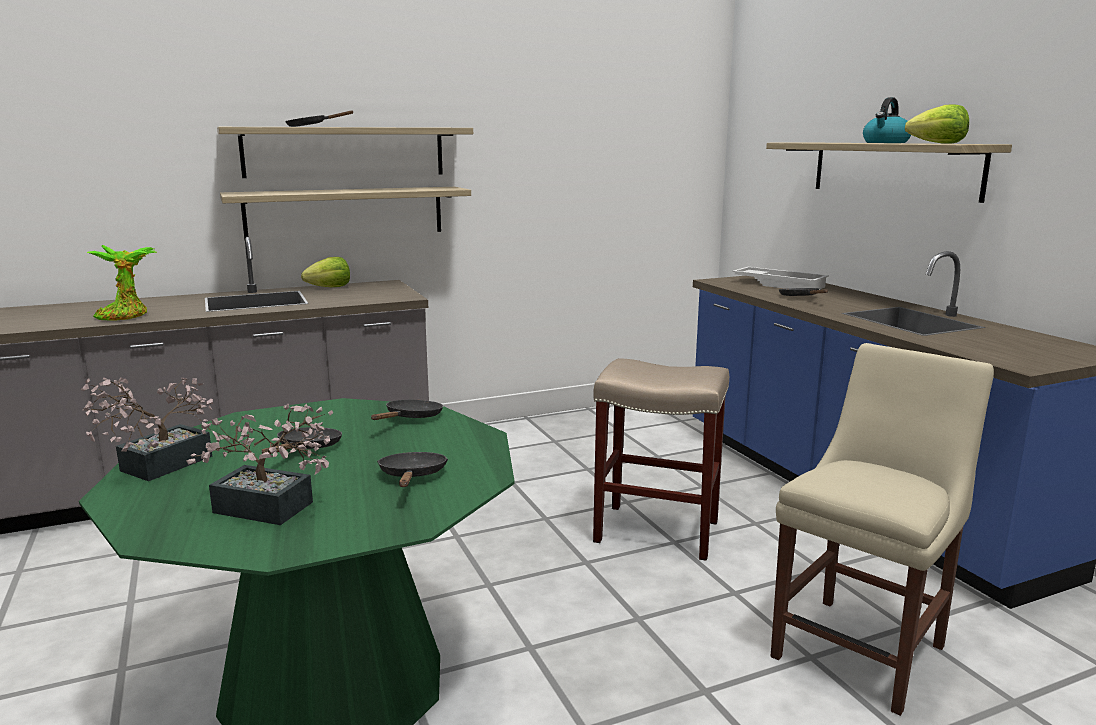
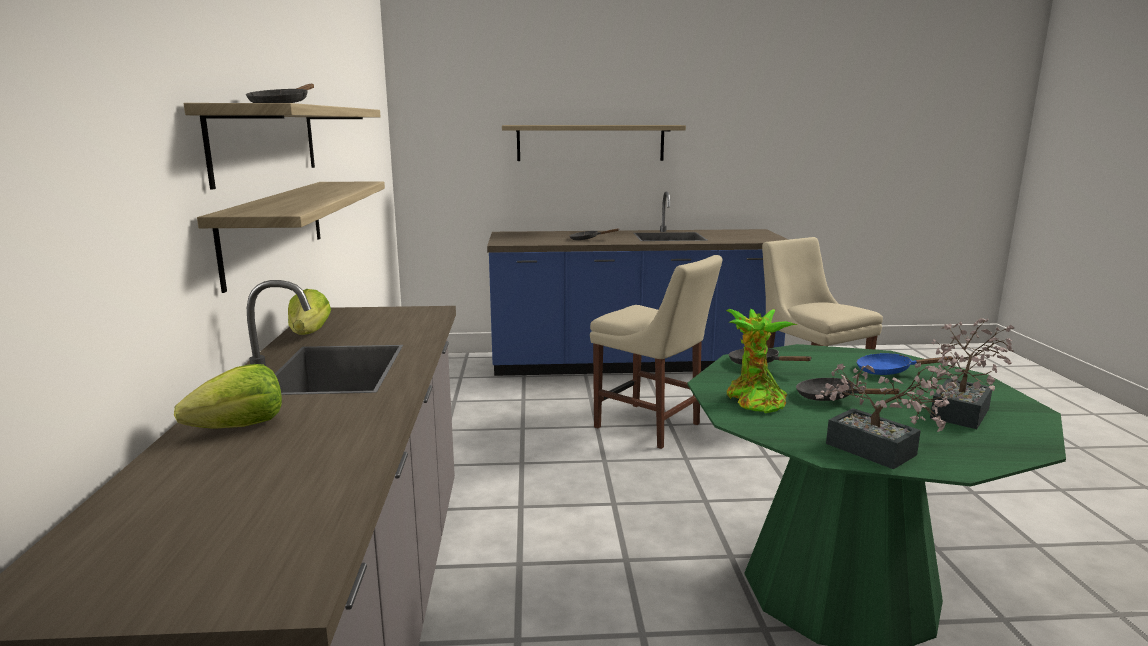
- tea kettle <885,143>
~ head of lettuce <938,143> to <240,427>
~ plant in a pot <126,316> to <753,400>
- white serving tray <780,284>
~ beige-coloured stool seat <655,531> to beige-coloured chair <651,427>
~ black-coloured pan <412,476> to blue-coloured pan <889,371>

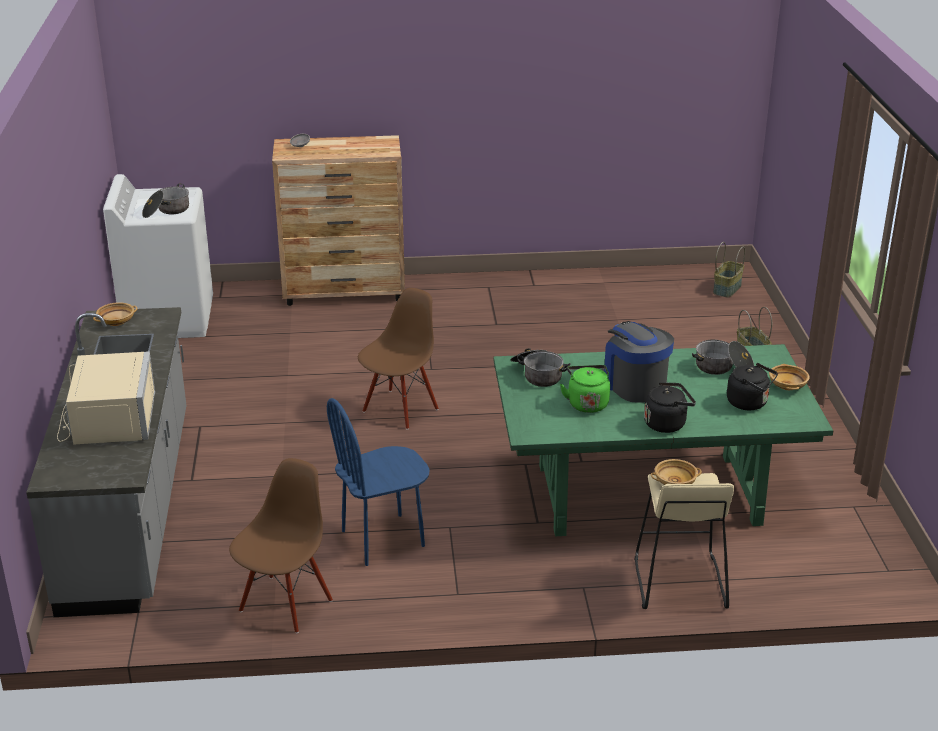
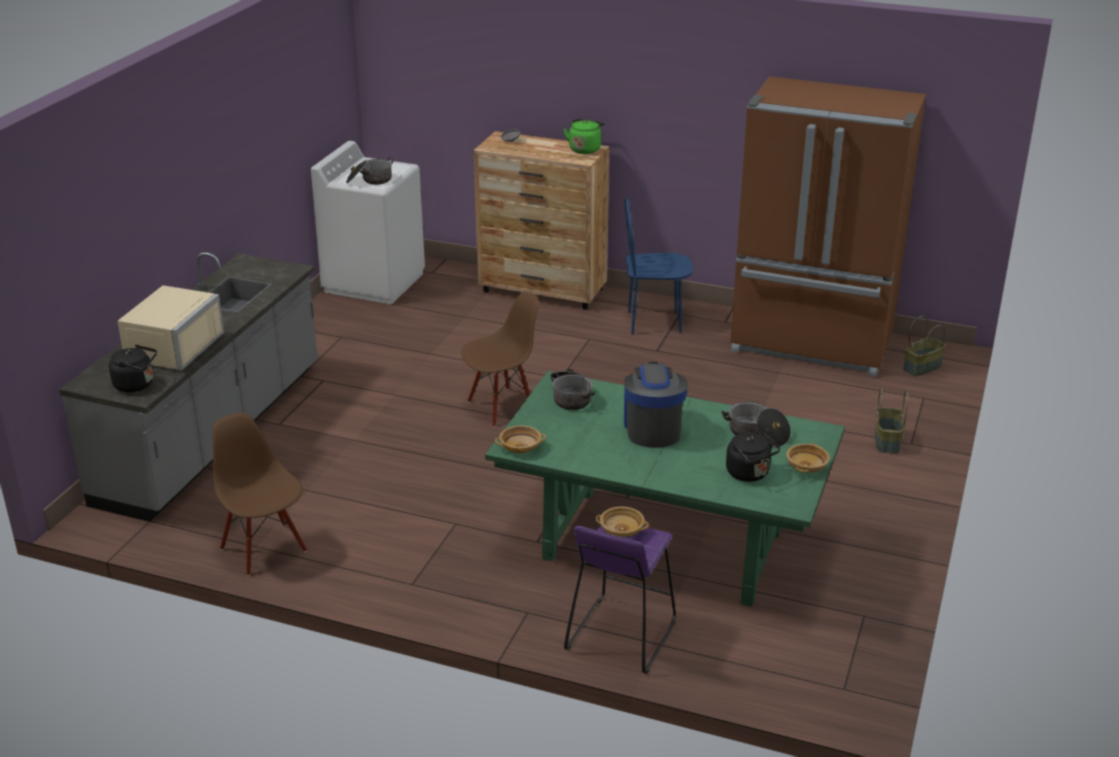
~ beige-coloured bowl <117,321> to <521,447>
~ greenish tea kettle <587,403> to <585,149>
~ black-coloured tea kettle <667,423> to <137,385>
~ blue-coloured chair <383,539> to <654,322>
~ brownish chair <285,604> = <264,549> 90 degrees counterclockwise
~ beige-coloured stool seat <678,582> to purple-coloured stool seat <620,635>
+ brownish kitchen fridge <811,344>

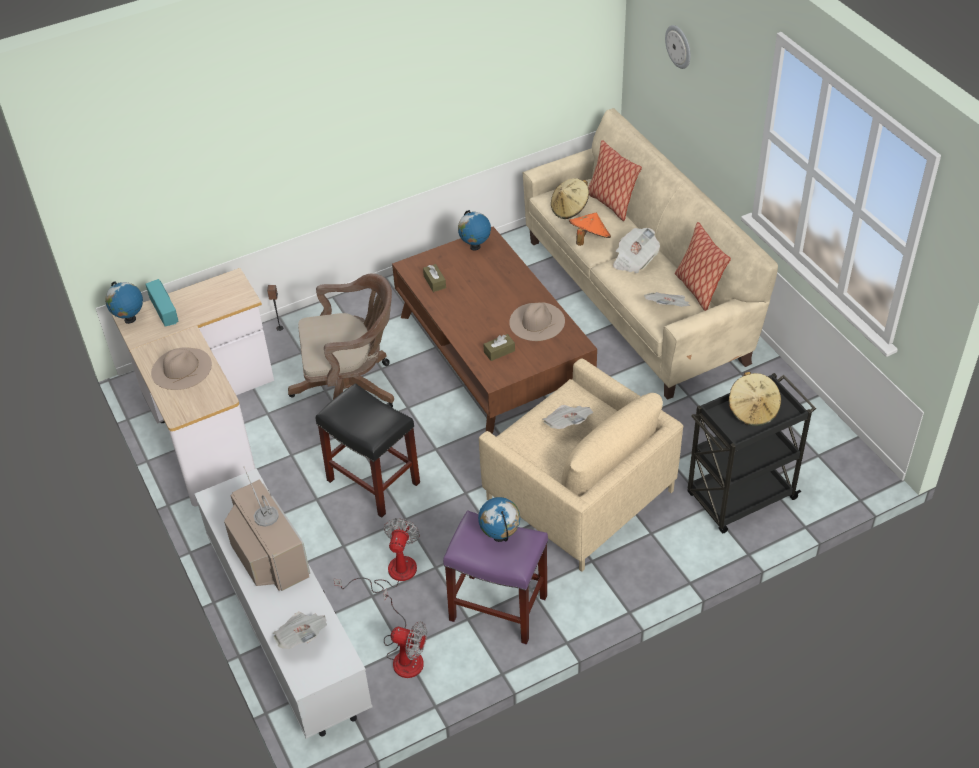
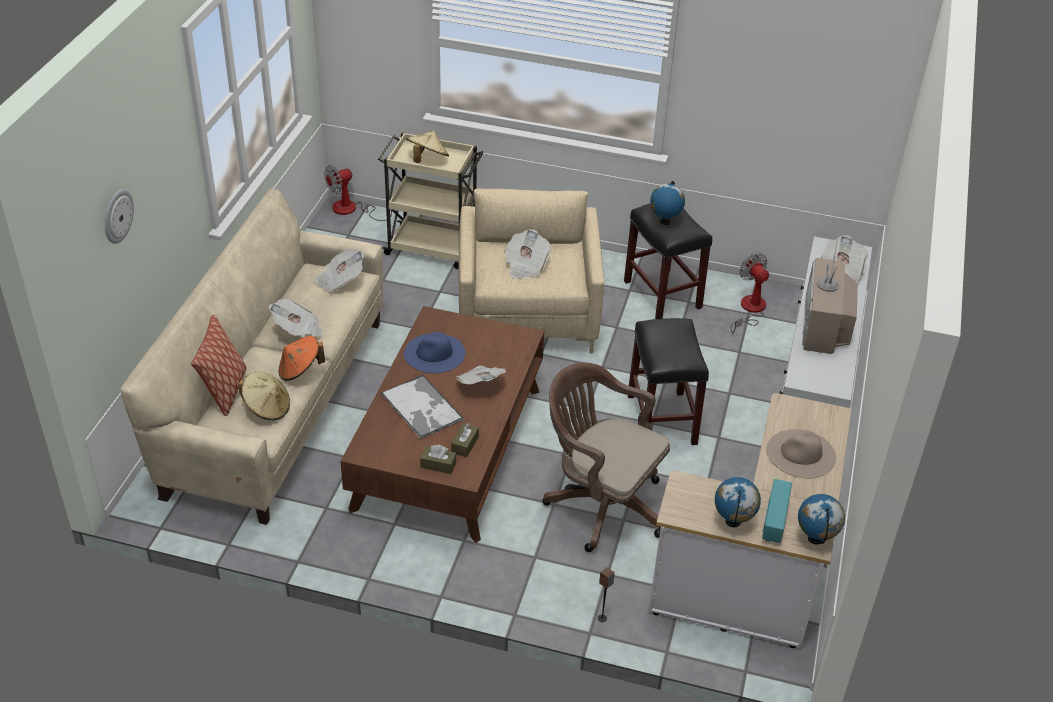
~ world globe <475,247> to <733,522>
- cushion <698,289>
~ beige-coloured hat <537,321> to blue-coloured hat <434,353>
~ brownish tissue box <499,351> to <438,465>
~ black-coloured cart <739,498> to beige-coloured cart <432,248>
~ purple-coloured stool seat <497,608> to black-coloured stool seat <663,295>
~ cooling fan <391,573> to <352,210>
+ daily paper <480,384>
+ serving tray <422,408>

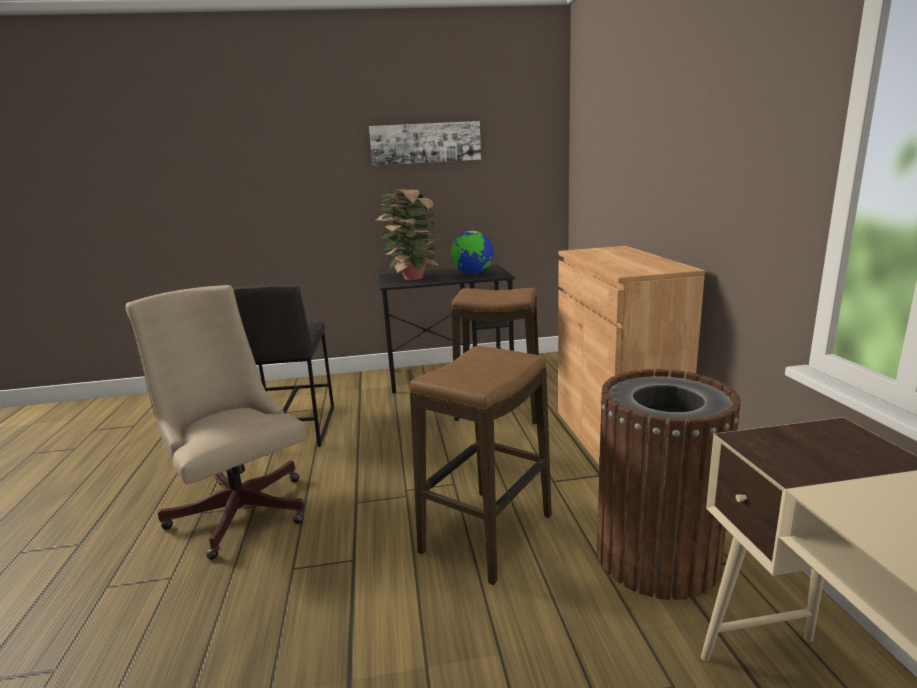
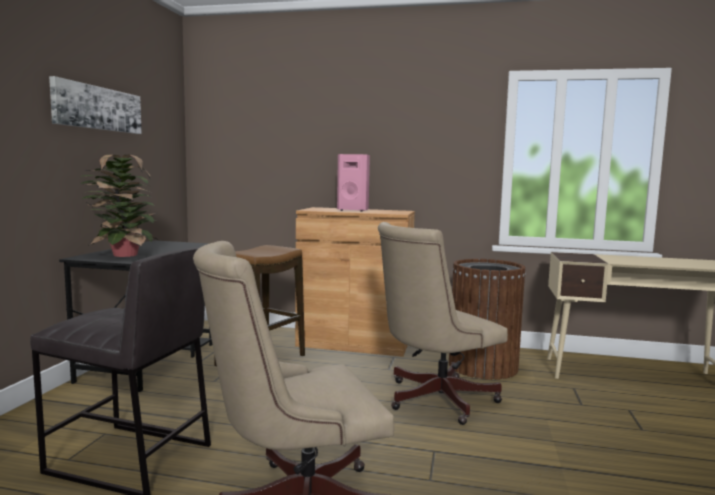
- world globe <473,274>
~ stool seat <487,533> to beige-coloured computer chair <433,400>
+ pinkish loudspeaker <354,210>

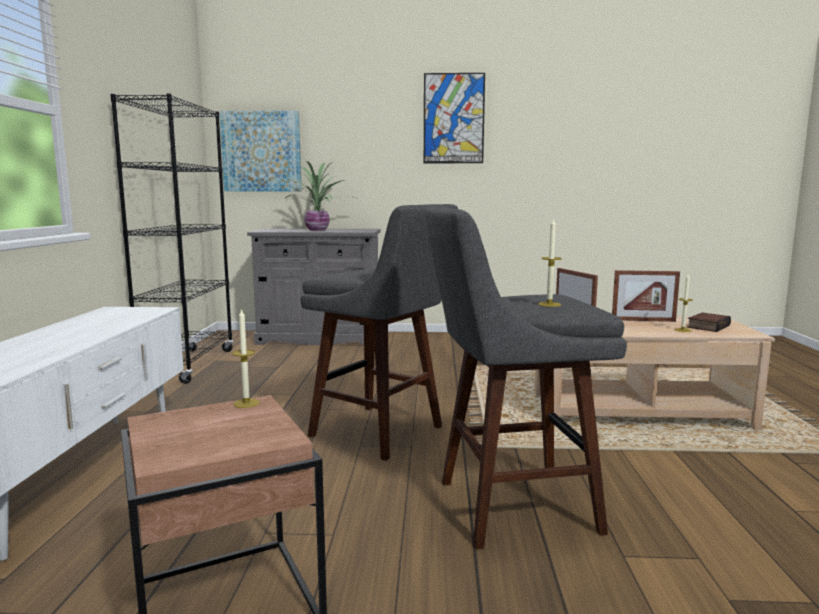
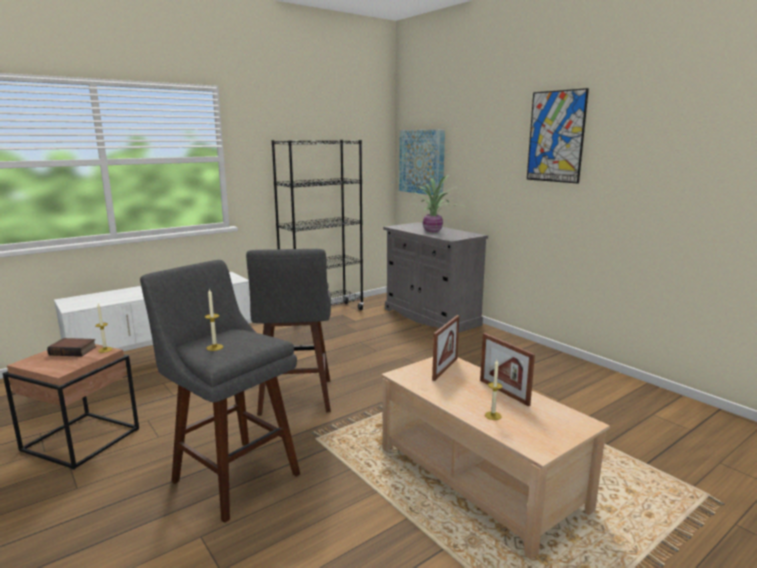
~ book <707,326> to <74,350>

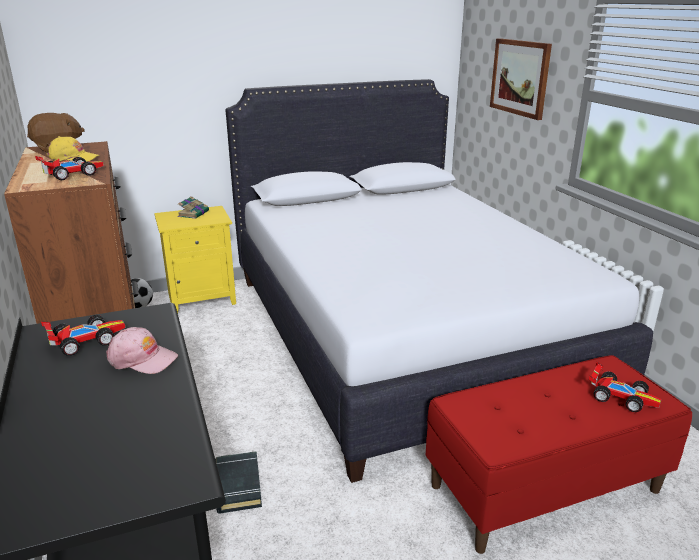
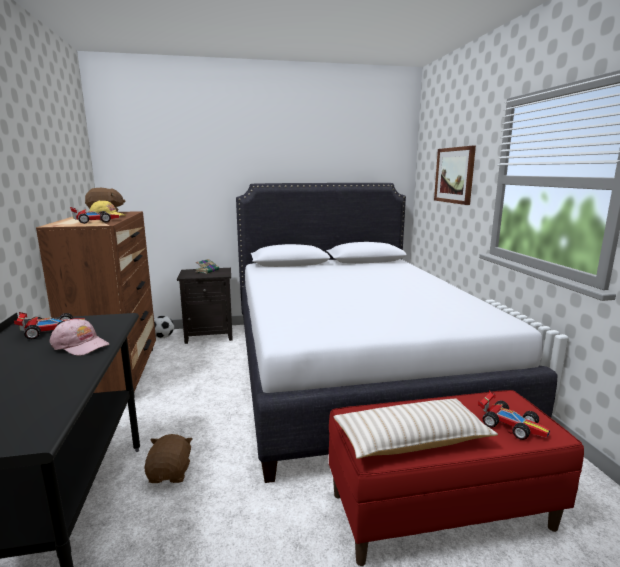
~ yellowish nightstand <202,298> to black-coloured nightstand <210,334>
~ black-coloured book <237,486> to brownish soft toy <170,473>
+ beige-coloured cushion <411,440>

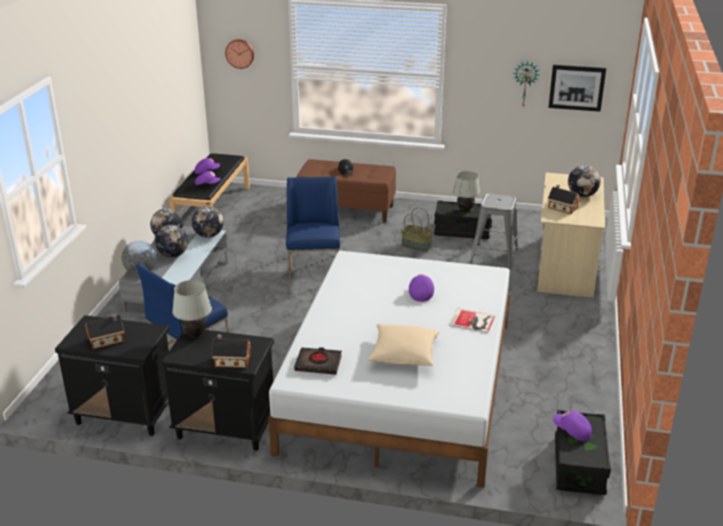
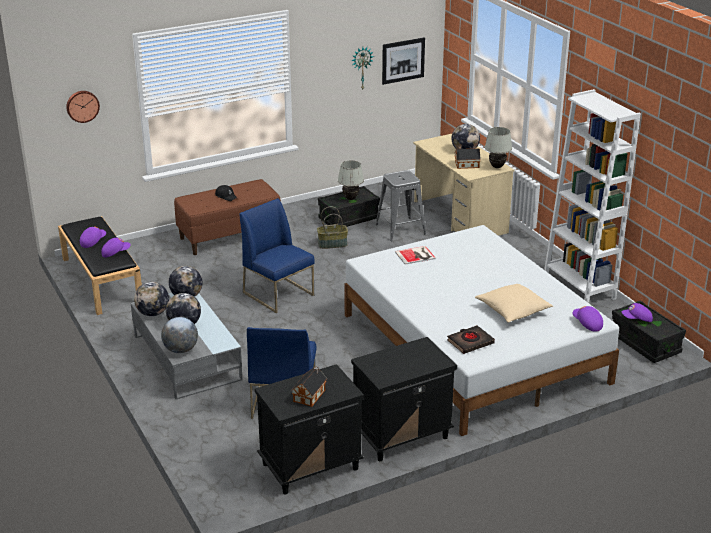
~ purple-coloured cap <420,293> to <587,324>
~ white lamp for a table <194,334> to <497,167>
~ book <473,321> to <416,255>
- toy house <231,360>
+ white bookshelf <579,288>

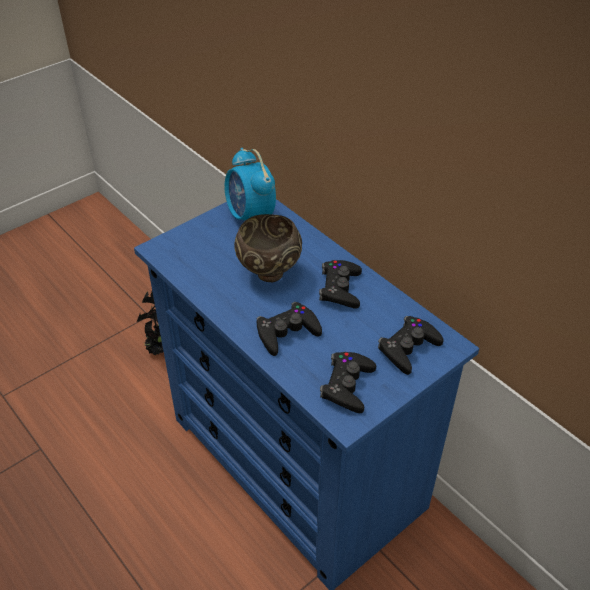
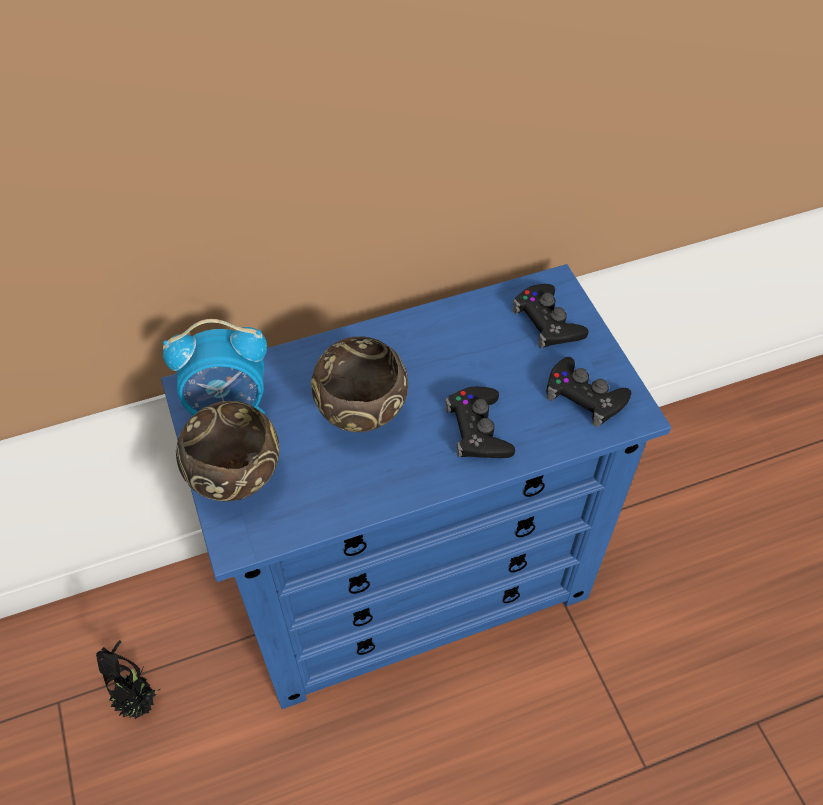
- black-coloured gamepad <340,289>
+ brownish bowl <238,481>

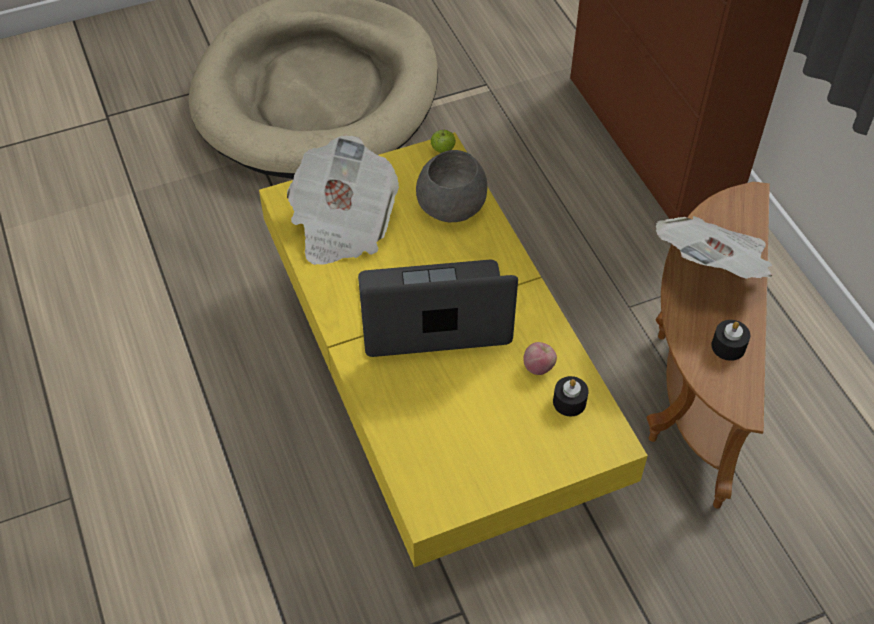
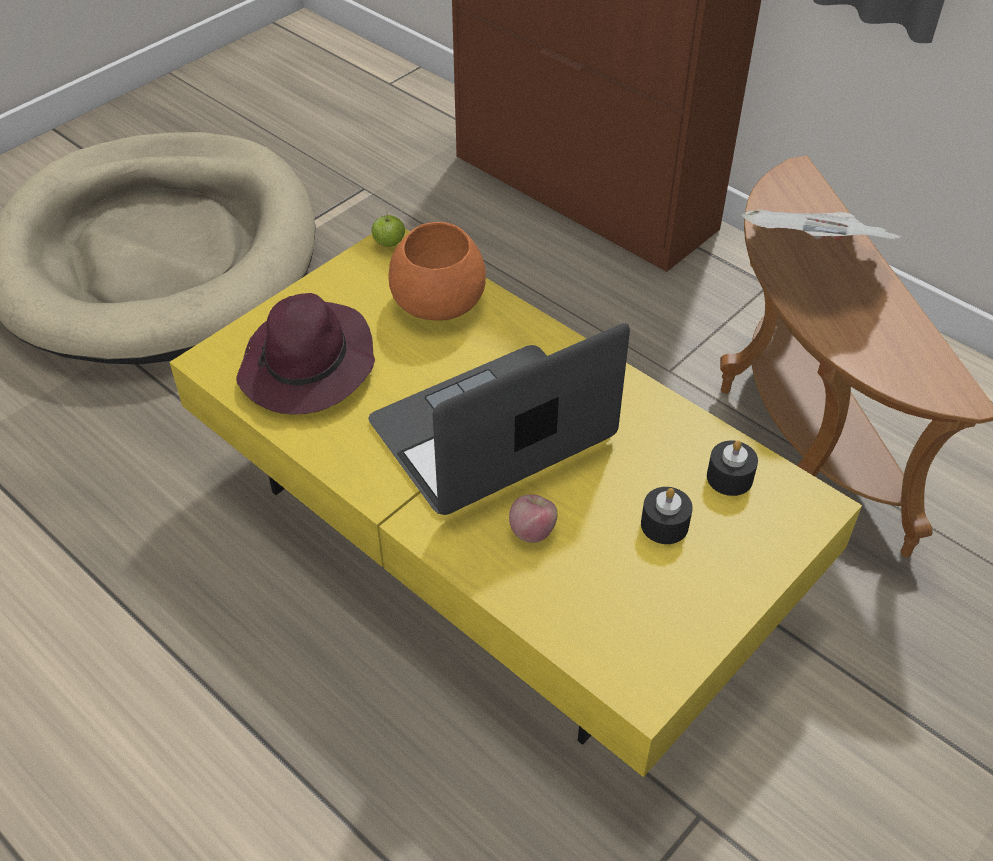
~ daily paper <342,223> to purple-coloured hat <308,367>
~ grey bowl <452,204> to orange-coloured bowl <438,300>
~ black-coloured wax candle <728,346> to <664,525>
~ whole apple <538,367> to <532,531>

